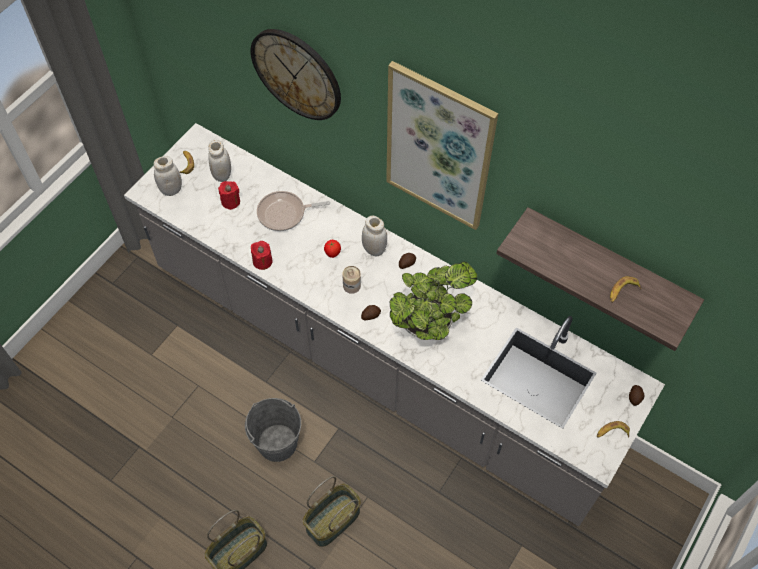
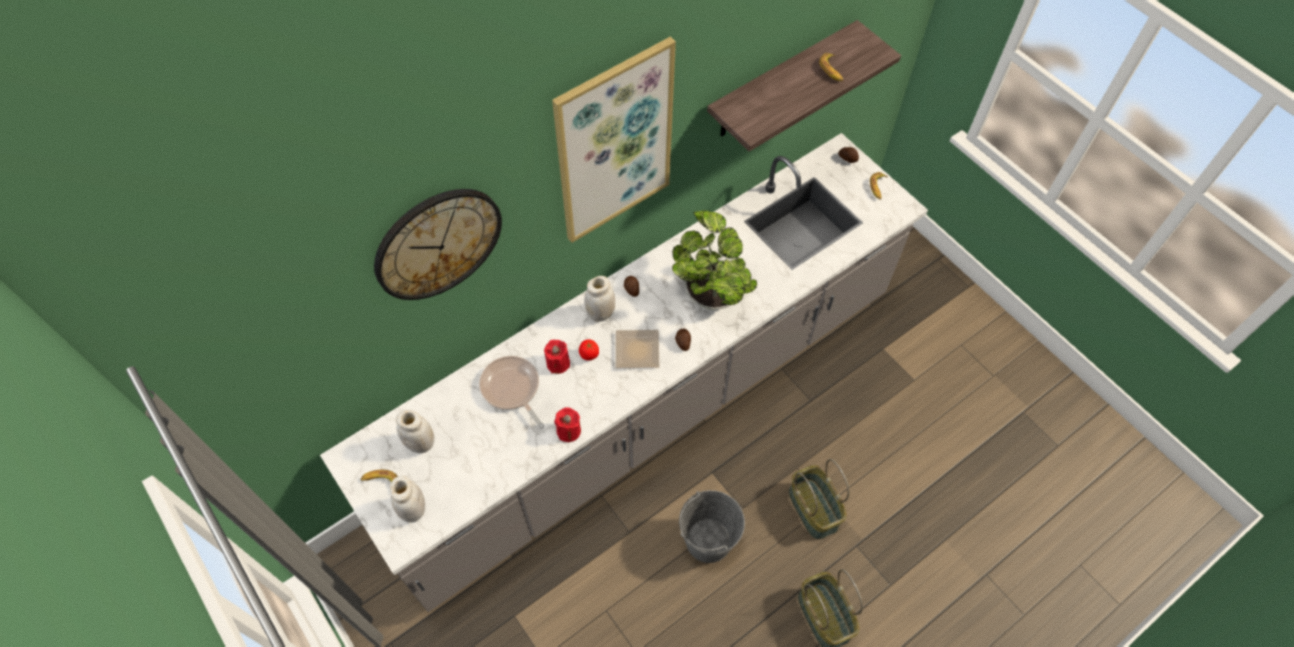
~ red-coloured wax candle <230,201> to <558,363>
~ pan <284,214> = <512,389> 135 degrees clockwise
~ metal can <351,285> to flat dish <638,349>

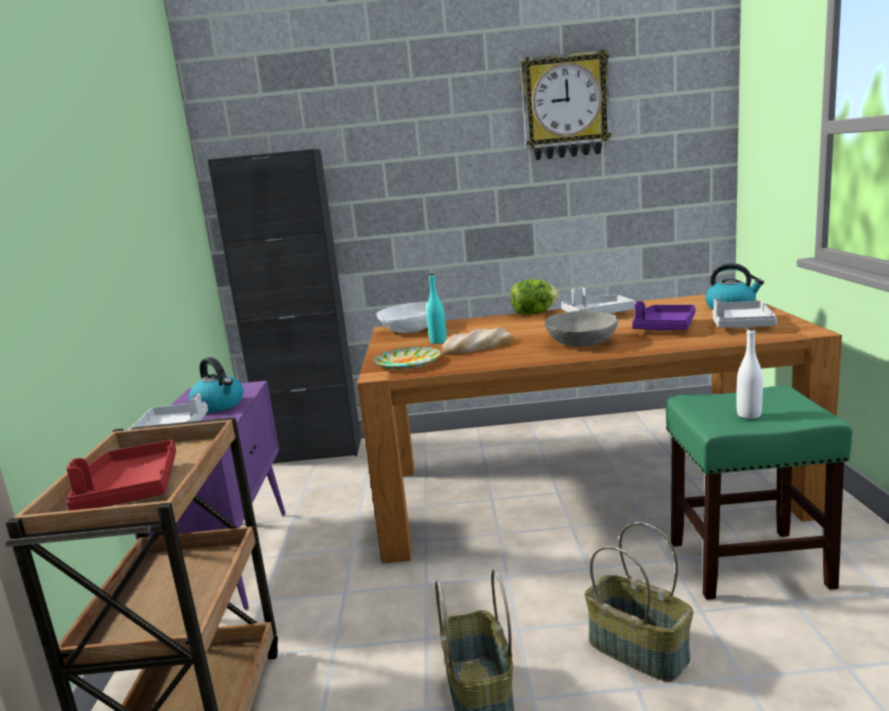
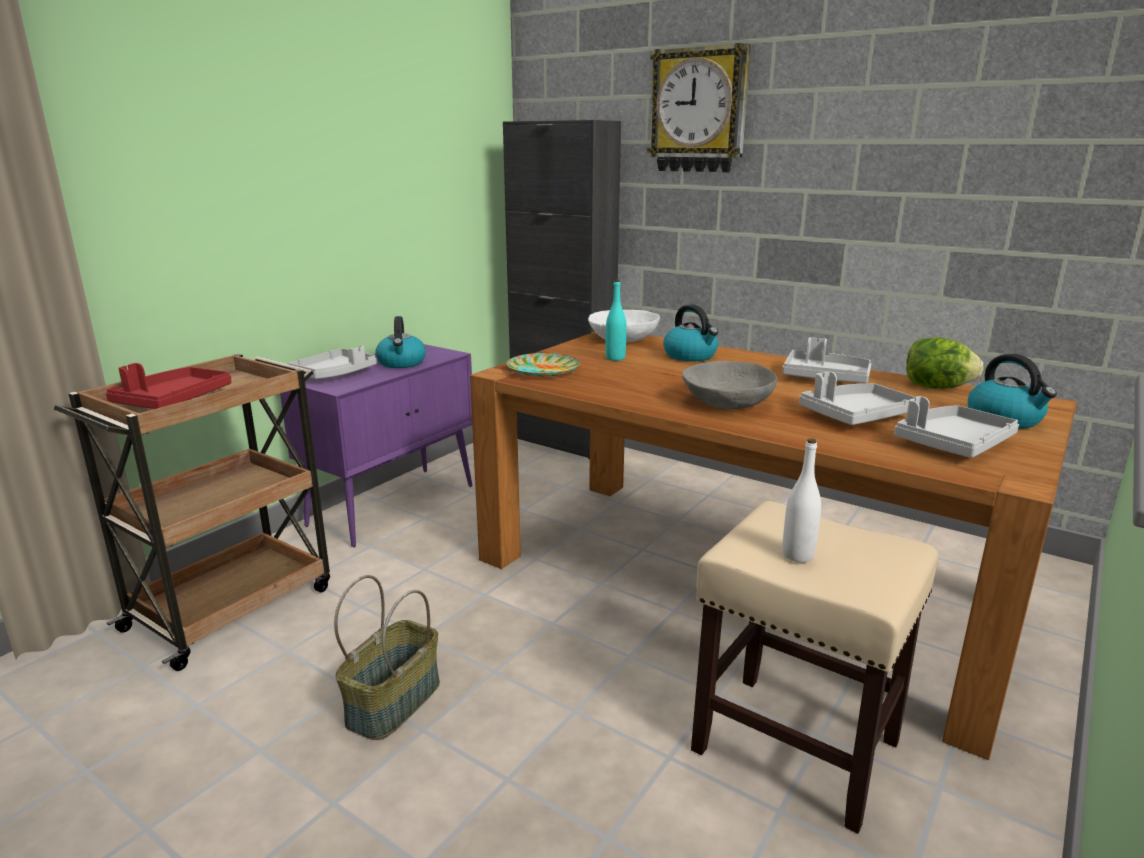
~ wall clock <565,107> to <699,111>
~ head of lettuce <534,314> to <936,387>
~ purple-coloured serving tray <664,327> to grey serving tray <855,416>
- bread <478,346>
~ greenish stool seat <746,564> to beige-coloured stool seat <792,745>
- household basket <639,650>
+ tea kettle <691,356>

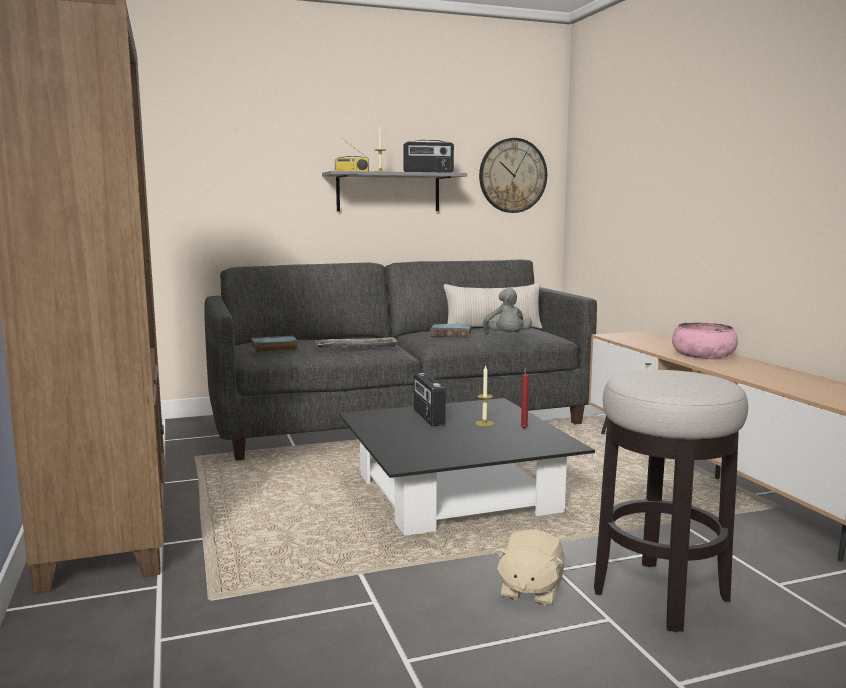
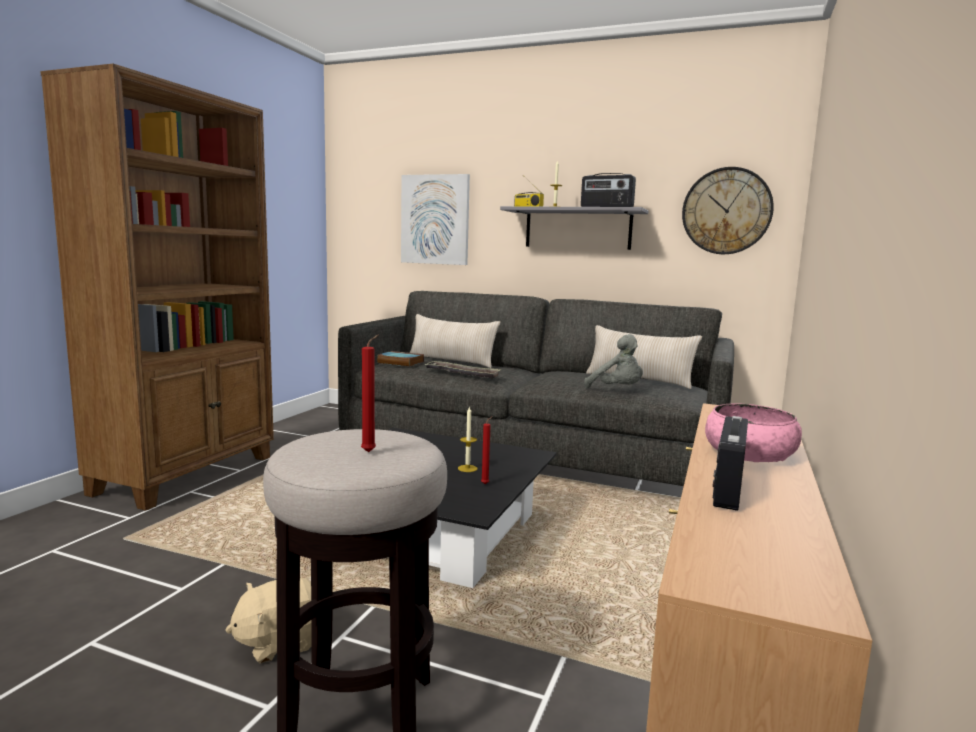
~ grey soft toy <507,338> = <617,390> 75 degrees counterclockwise
- book <452,334>
~ radio set <428,417> to <726,490>
+ picture <435,219>
+ beige-coloured cushion <451,361>
+ red-coloured wax candle <370,451>

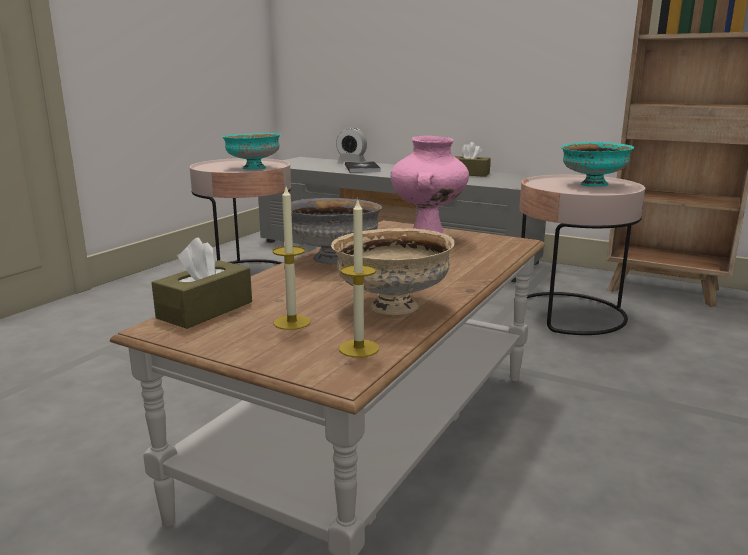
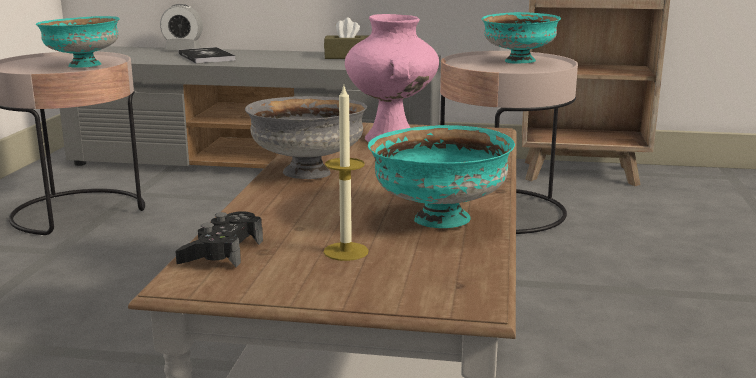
- wax candle <359,348>
~ beige-coloured bowl <391,307> to turquoise-coloured bowl <438,220>
~ brownish tissue box <205,310> to black-coloured gamepad <222,252>

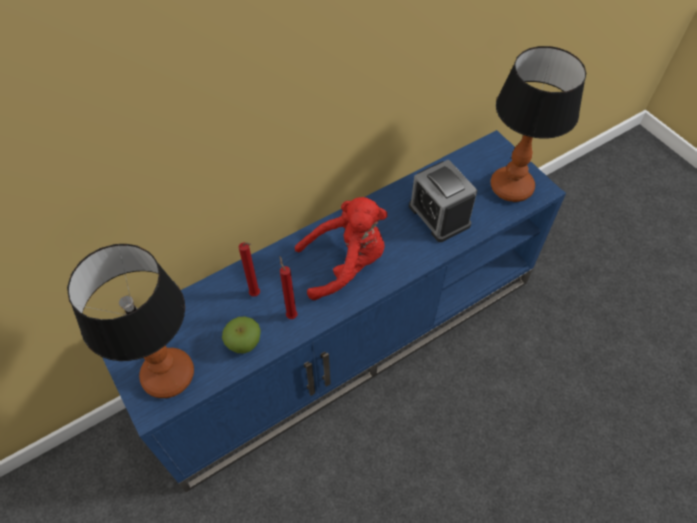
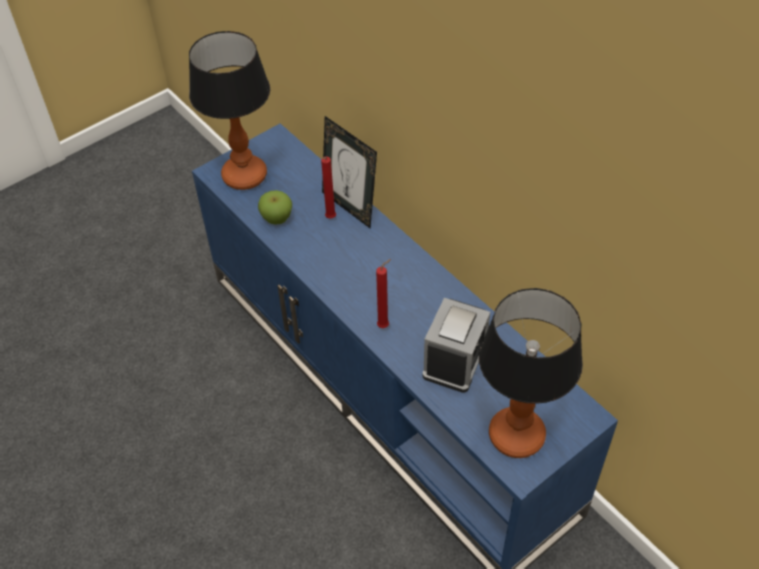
~ bedside clock <439,215> = <455,360> 150 degrees clockwise
- red-coloured soft toy <345,264>
~ red-coloured wax candle <291,314> to <384,325>
+ photo frame <350,207>

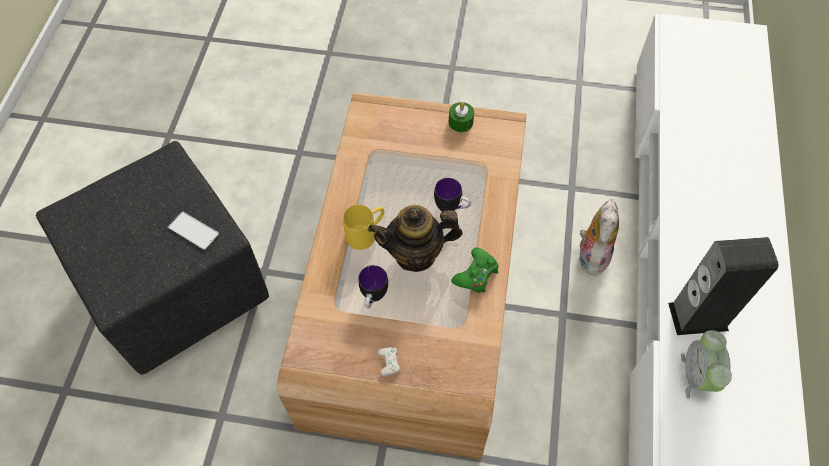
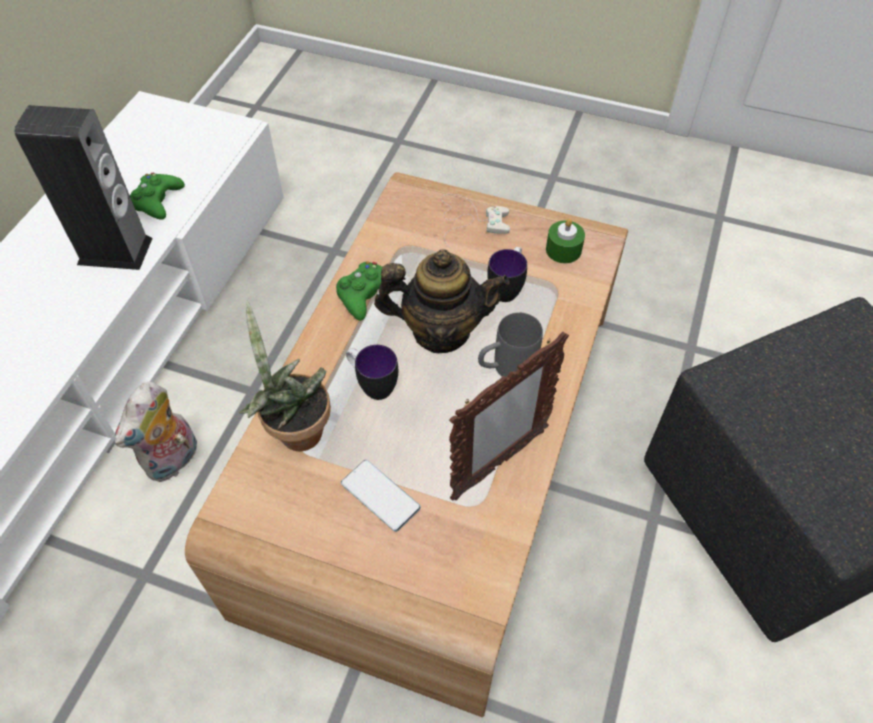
~ greenish wax candle <460,122> to <563,250>
~ yellowish tea mug <366,234> to grey tea mug <506,368>
~ handset <193,231> to <380,495>
~ bedside clock <697,376> to greenish gamepad <158,201>
+ plant in a pot <295,430>
+ photo frame <498,464>

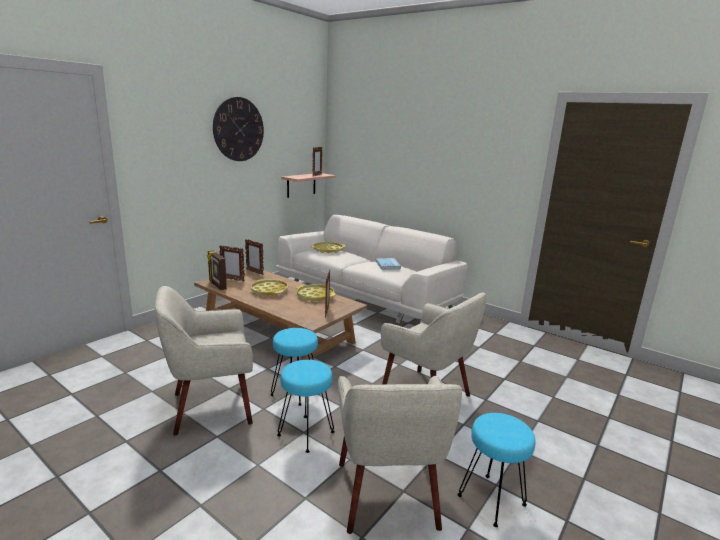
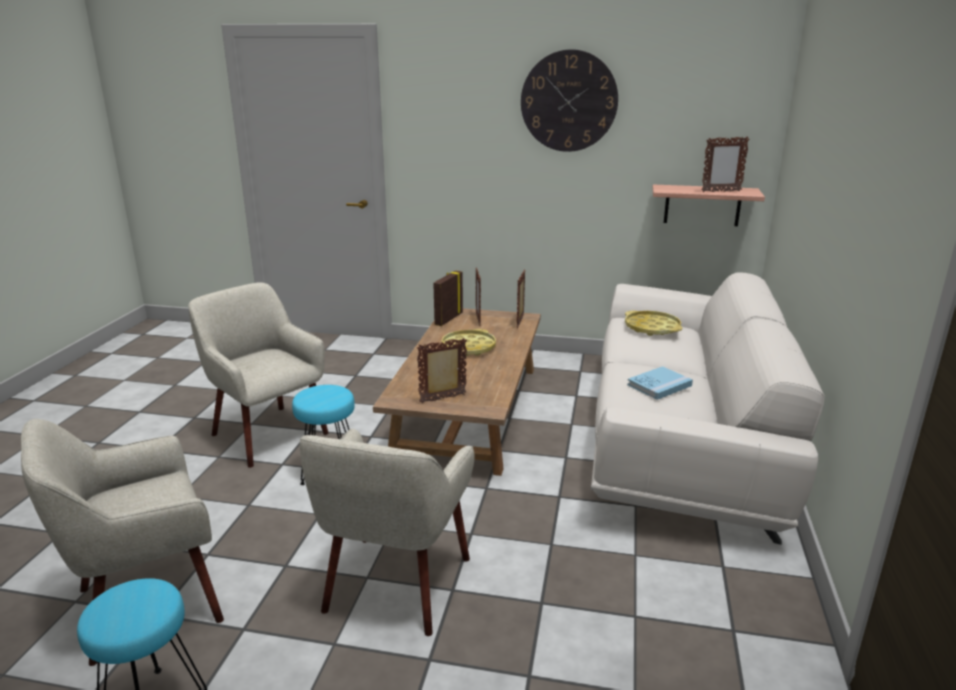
- yellowish serving tray <315,296>
- turquoise-coloured stool seat <305,433>

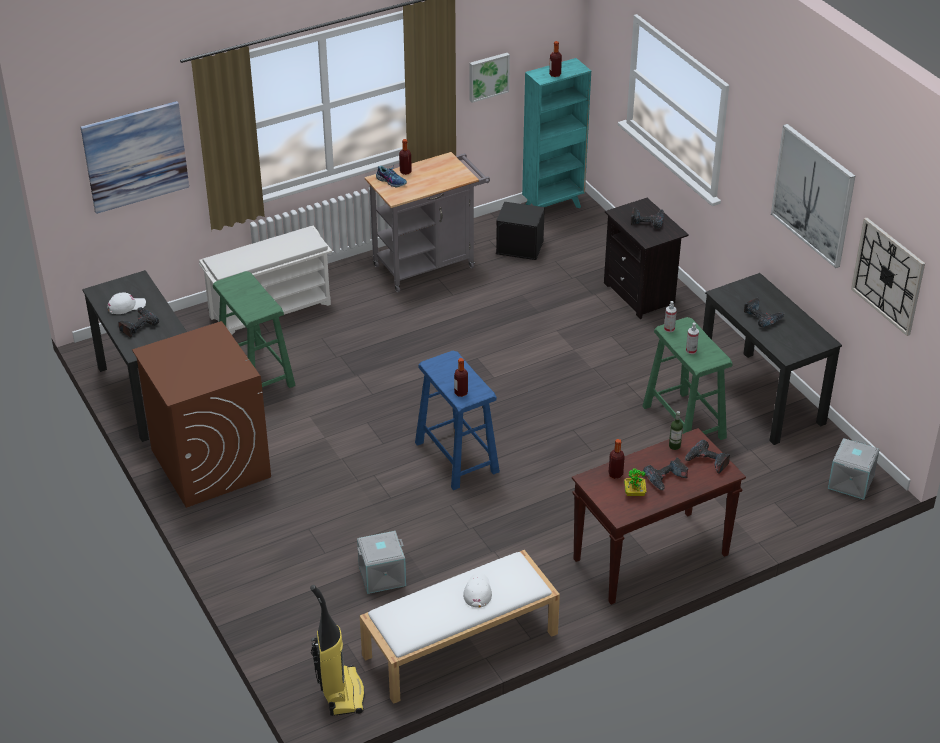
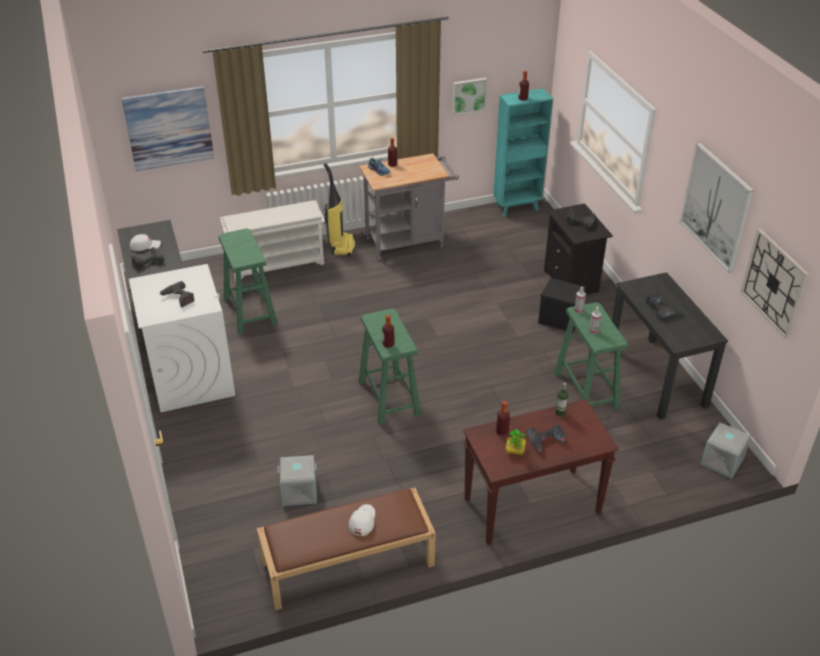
~ black-coloured storage bin <520,247> to <560,319>
~ brownish washing machine <209,463> to white washing machine <191,378>
~ blue-coloured stool seat <456,457> to greenish stool seat <389,397>
~ electric drill <707,461> to <178,298>
~ white bench <459,645> to brownish bench <347,564>
~ vacuum cleaner <341,692> to <341,246>

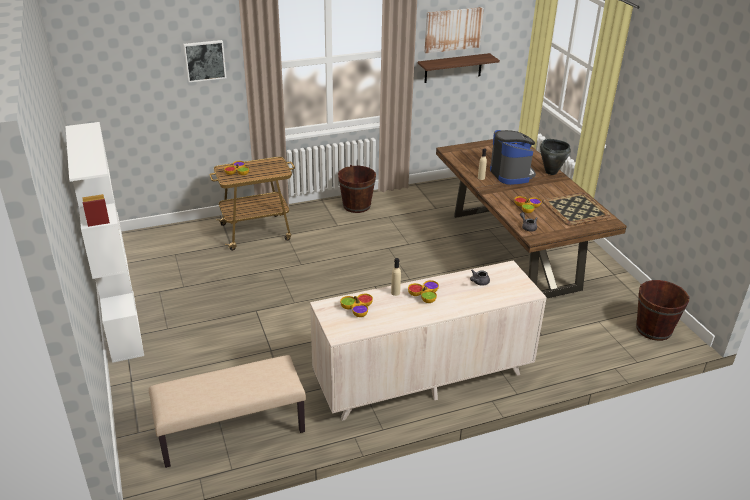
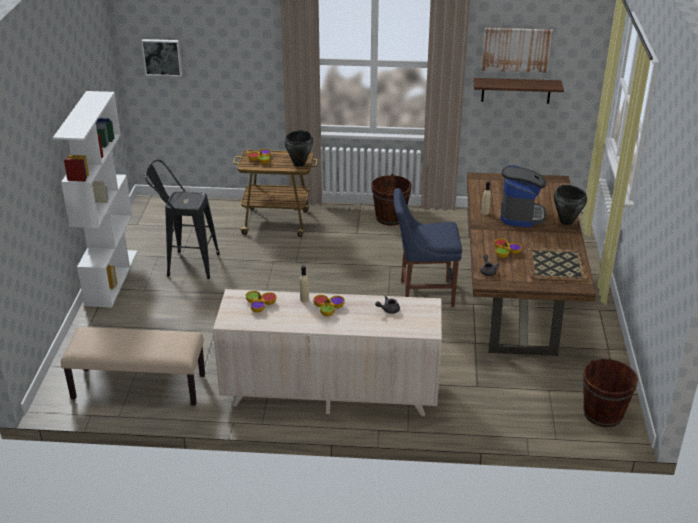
~ picture <204,60> to <162,57>
+ black-coloured cooking pot <299,163>
+ black-coloured stool seat <187,264>
+ blue-coloured chair <423,293>

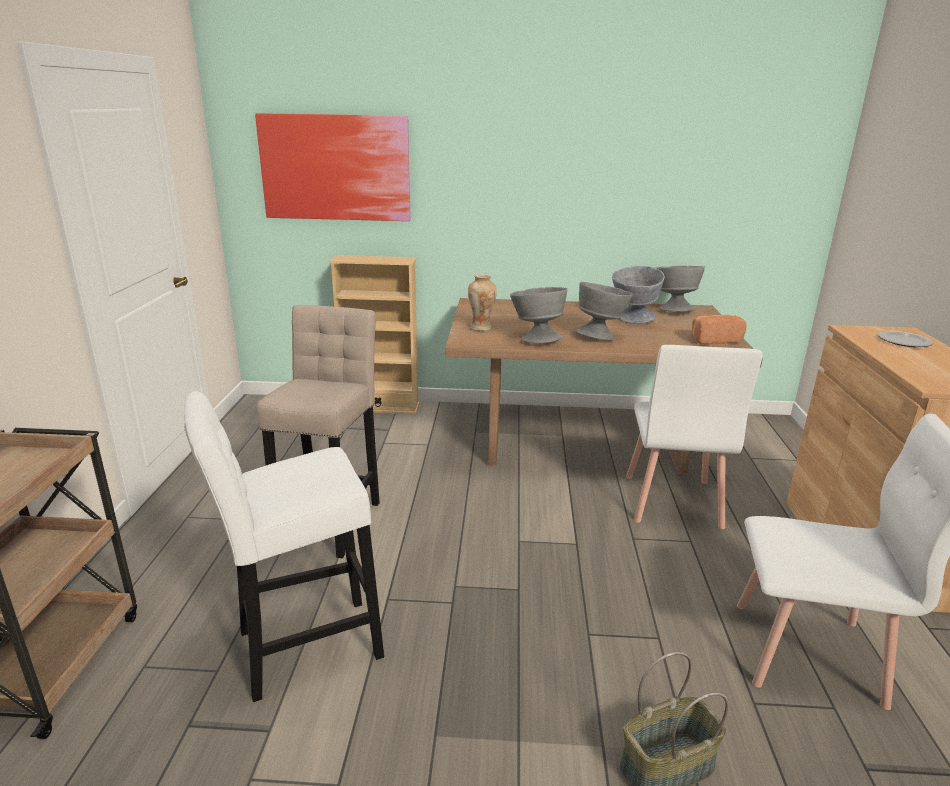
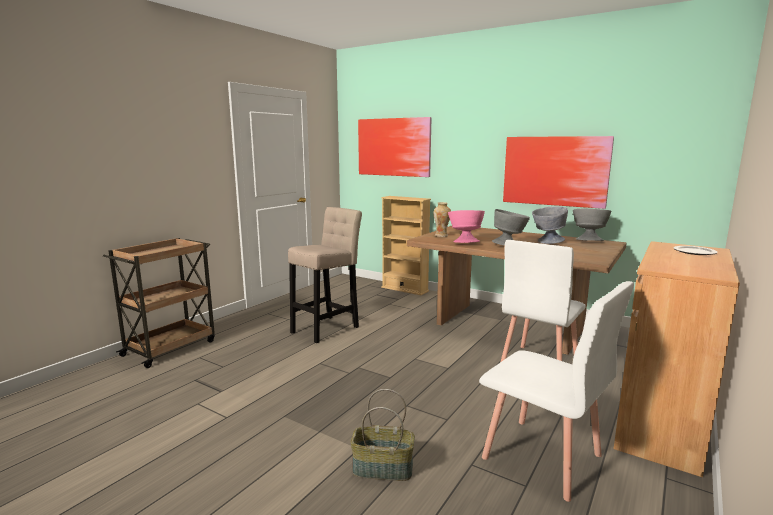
~ grey bowl <536,339> to pinkish bowl <465,242>
- bread <713,340>
- white stool seat <301,648>
+ picture <555,171>

